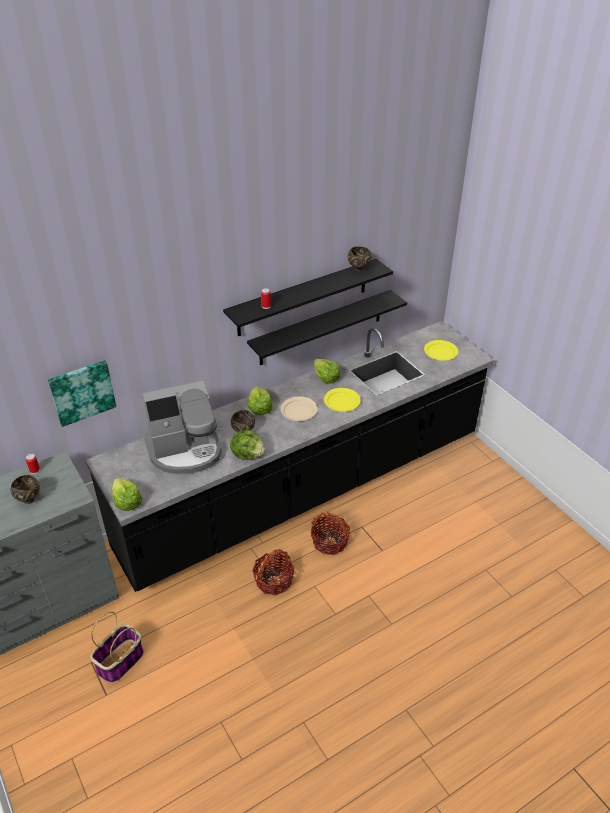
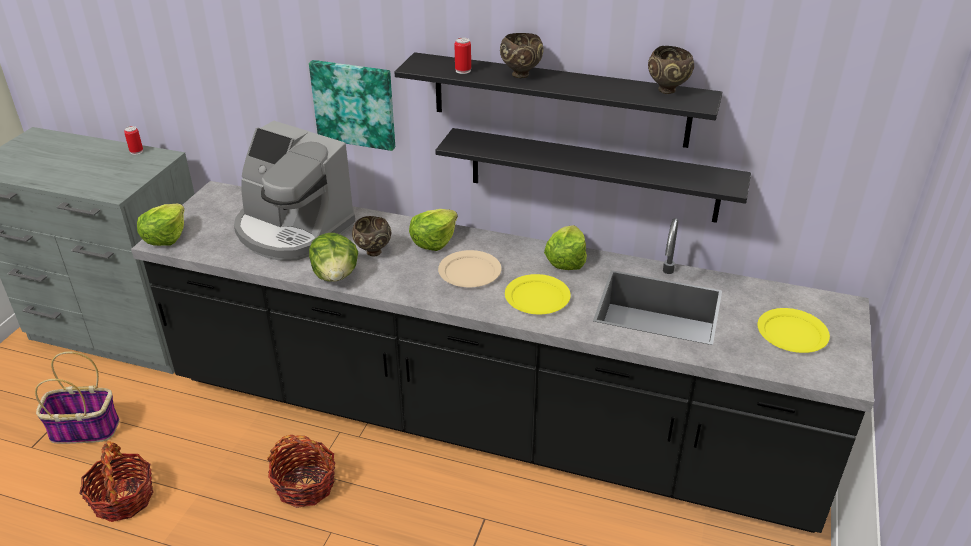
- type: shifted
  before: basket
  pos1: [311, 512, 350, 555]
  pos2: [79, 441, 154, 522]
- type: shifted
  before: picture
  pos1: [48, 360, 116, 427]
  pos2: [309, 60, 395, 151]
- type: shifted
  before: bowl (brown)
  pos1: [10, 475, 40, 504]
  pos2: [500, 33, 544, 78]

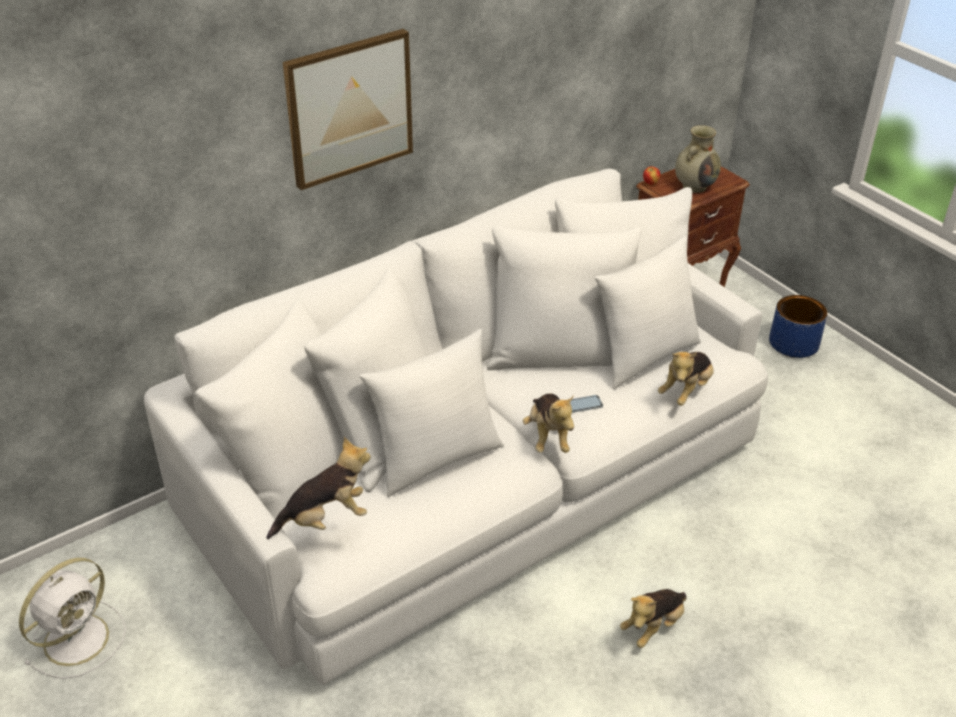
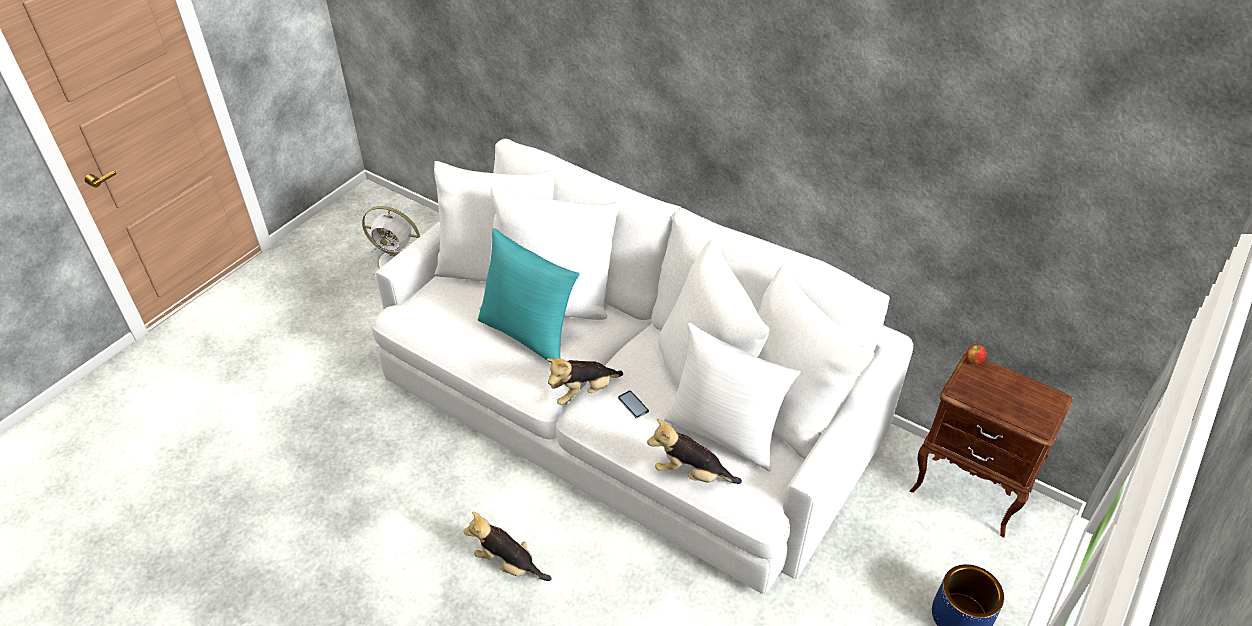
- type: repainted
  before: pillow (white)
  after: pillow (turquoise)
  pos1: [359, 329, 504, 497]
  pos2: [478, 228, 580, 362]
- type: gone
  before: plush toy
  pos1: [267, 437, 371, 539]
- type: gone
  before: picture
  pos1: [283, 29, 413, 190]
- type: gone
  before: vase (beige)
  pos1: [675, 125, 721, 193]

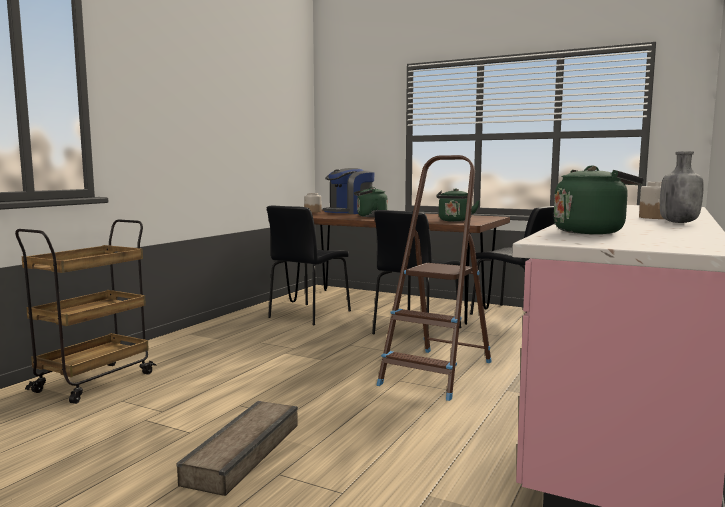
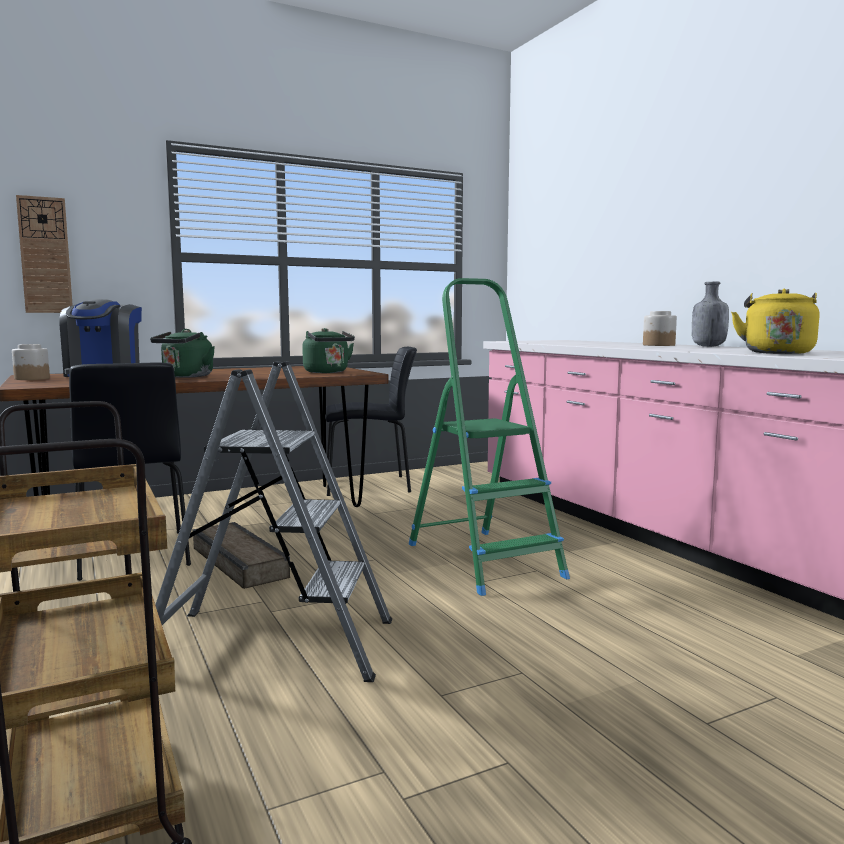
- type: new
  after: wall clock
  pos2: [16, 195, 73, 313]
- type: new
  after: step ladder (grey)
  pos2: [155, 361, 392, 682]
- type: shifted
  before: crate
  pos1: [176, 401, 298, 496]
  pos2: [193, 522, 290, 589]
- type: repainted
  before: step ladder (brown)
  after: step ladder (green)
  pos1: [377, 155, 492, 401]
  pos2: [409, 278, 570, 596]
- type: repainted
  before: kettle (green)
  after: kettle (yellow)
  pos1: [554, 165, 644, 234]
  pos2: [731, 289, 819, 354]
- type: gone
  before: chair (black)
  pos1: [372, 210, 461, 334]

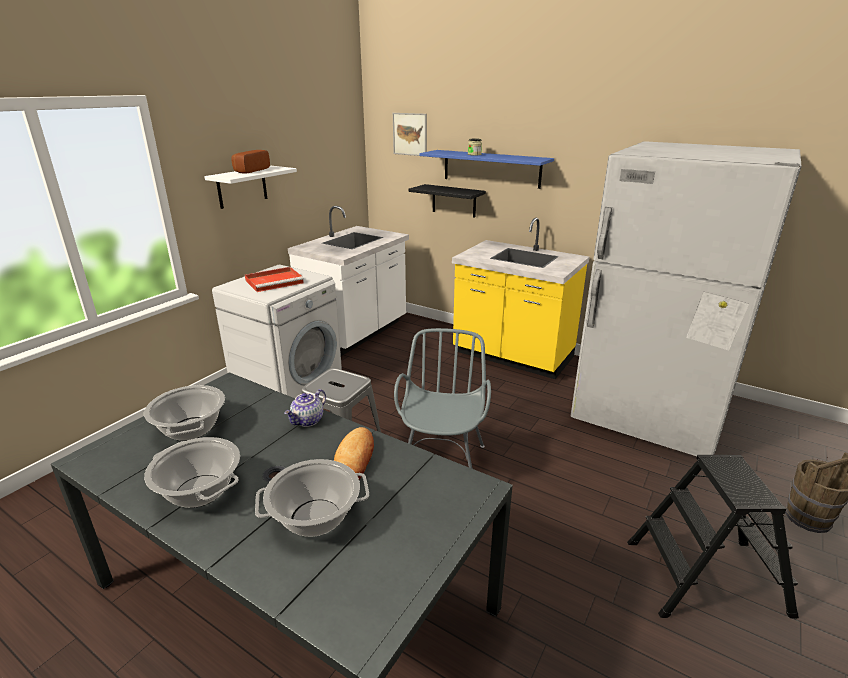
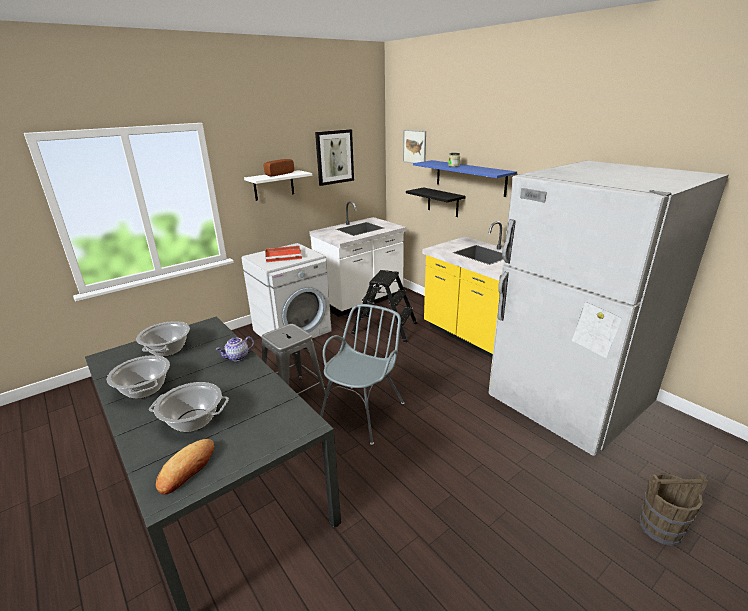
- type: shifted
  before: bread
  pos1: [334, 427, 374, 480]
  pos2: [156, 439, 214, 495]
- type: new
  after: picture
  pos2: [315, 129, 354, 186]
- type: shifted
  before: step ladder (black)
  pos1: [627, 455, 799, 619]
  pos2: [351, 270, 418, 343]

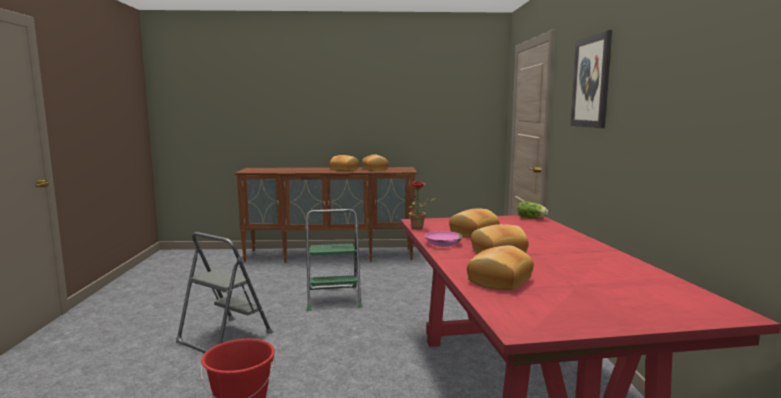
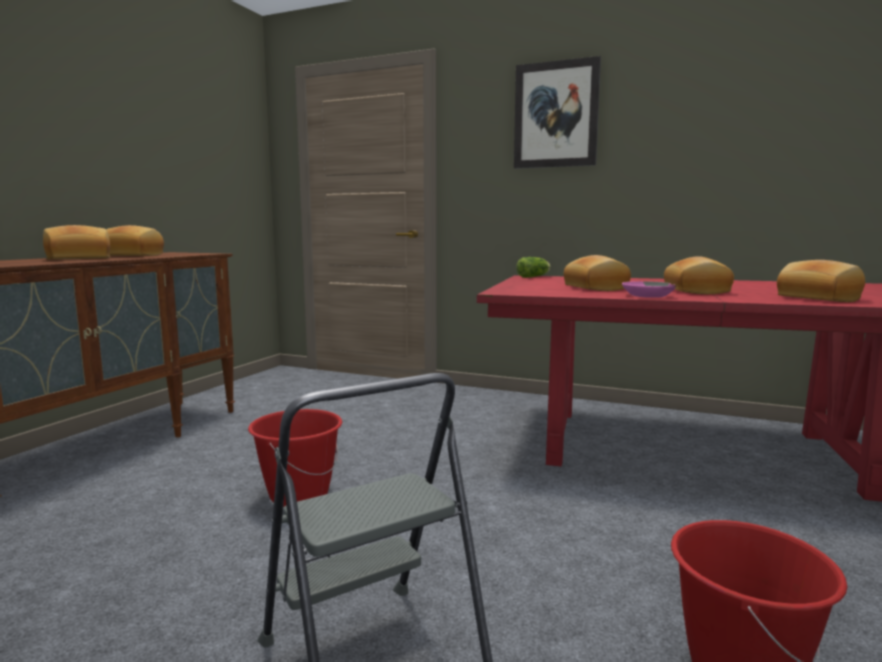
- type: swapped
  before: step ladder (green)
  after: bucket (red)
  pos1: [305, 209, 363, 311]
  pos2: [248, 409, 342, 507]
- type: gone
  before: potted plant
  pos1: [408, 181, 436, 229]

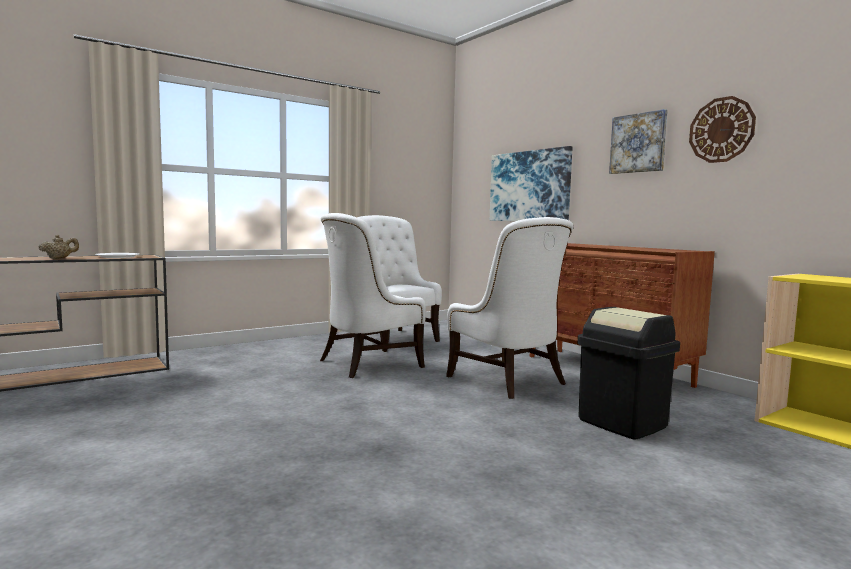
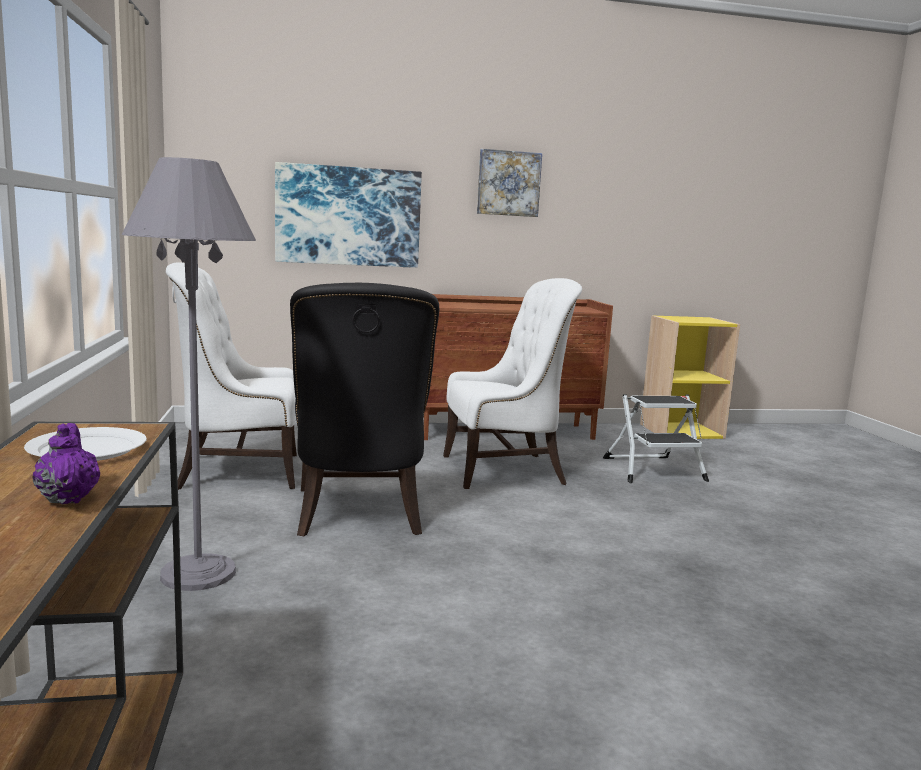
- type: repainted
  before: teapot (beige)
  after: teapot (purple)
  pos1: [38, 235, 79, 259]
  pos2: [32, 423, 100, 505]
- type: new
  after: floor lamp (grey)
  pos2: [122, 157, 256, 591]
- type: repainted
  before: chair (white)
  after: chair (black)
  pos1: [320, 213, 426, 378]
  pos2: [290, 283, 439, 536]
- type: swapped
  before: trash can (black)
  after: step ladder
  pos1: [577, 307, 680, 439]
  pos2: [603, 394, 709, 483]
- type: gone
  before: wall clock
  pos1: [689, 96, 756, 163]

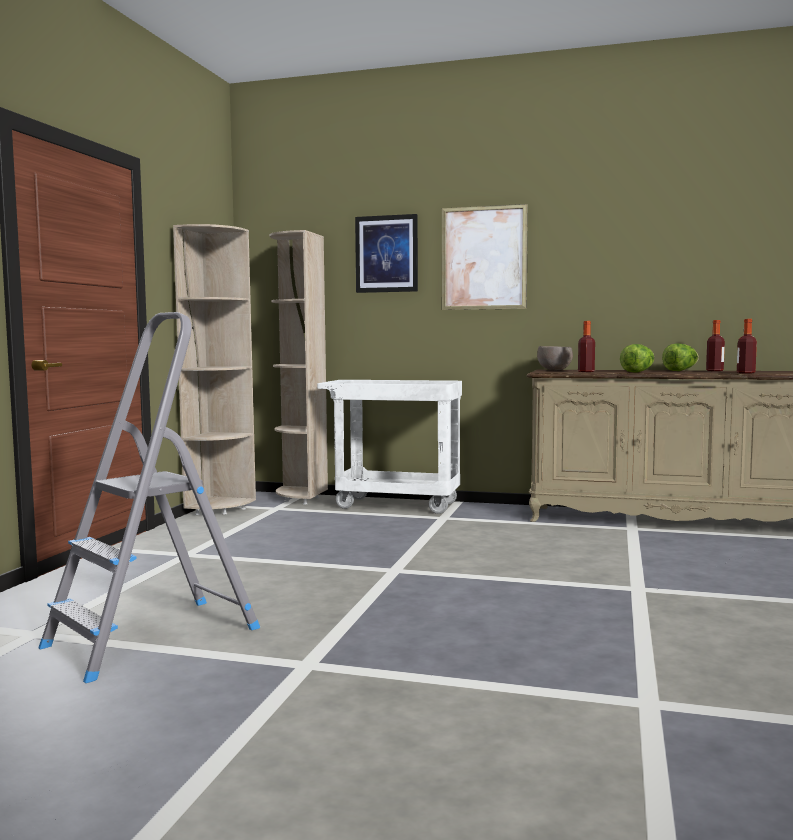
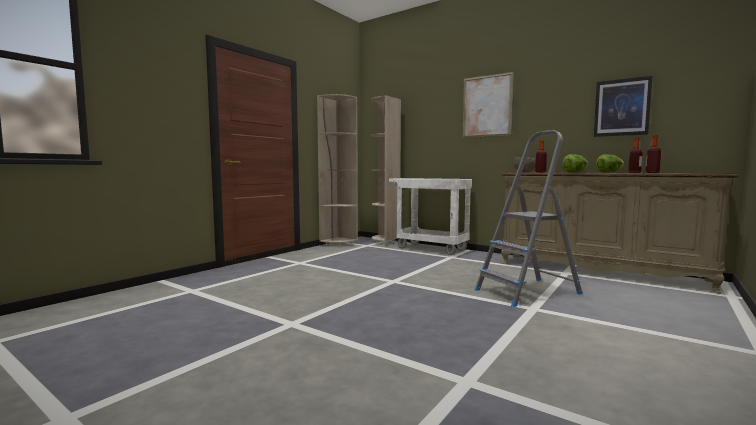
- type: shifted
  before: step ladder (grey)
  pos1: [39, 312, 260, 683]
  pos2: [474, 130, 583, 307]
- type: shifted
  before: picture
  pos1: [355, 214, 418, 293]
  pos2: [594, 76, 653, 137]

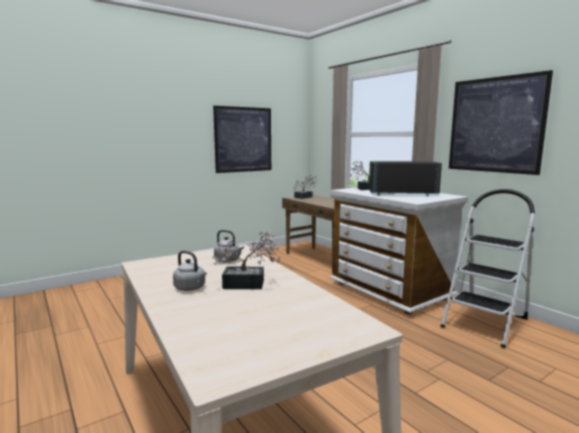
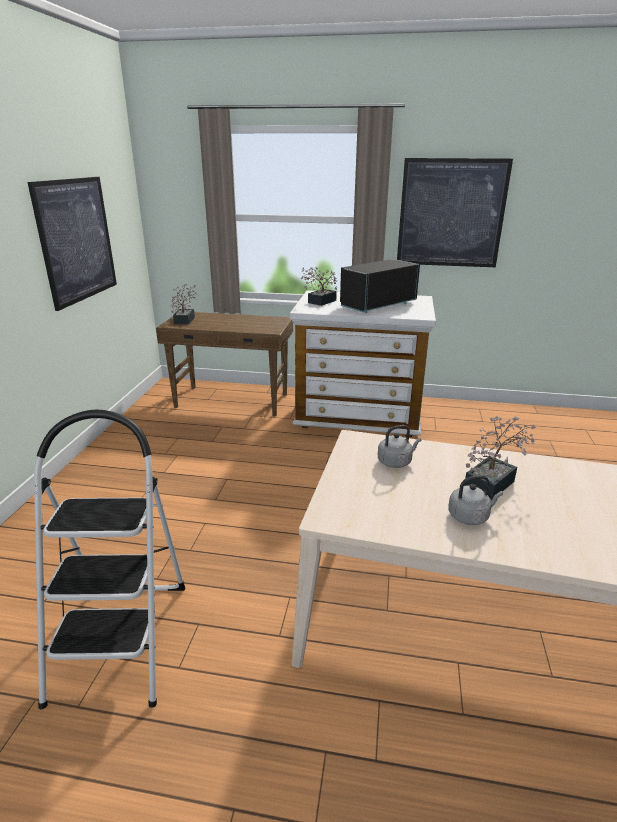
- type: shifted
  before: step ladder
  pos1: [440, 189, 535, 348]
  pos2: [34, 410, 185, 709]

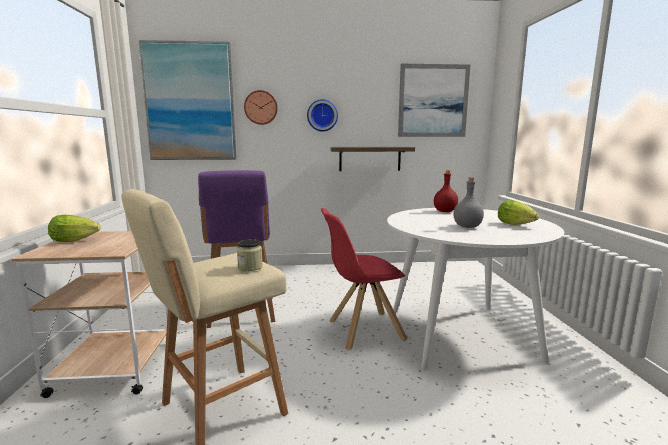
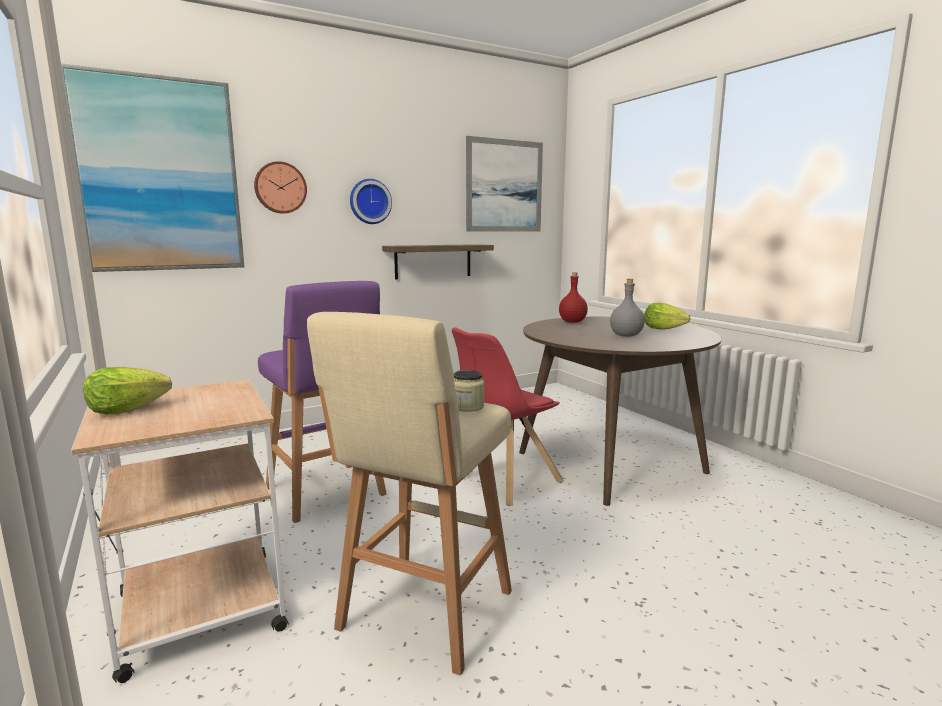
- type: repainted
  before: dining table (white)
  after: dining table (brown)
  pos1: [387, 208, 564, 369]
  pos2: [519, 317, 722, 506]

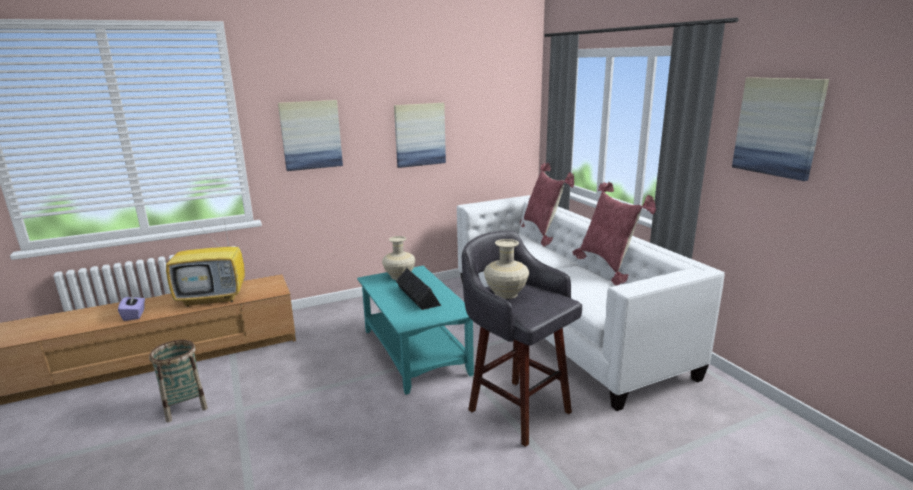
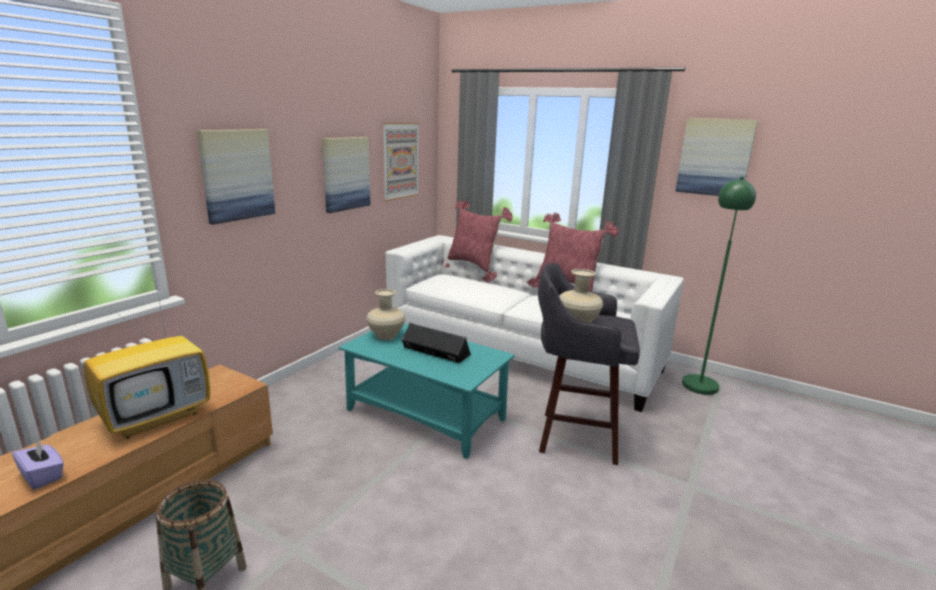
- type: new
  after: picture
  pos2: [382, 122, 420, 201]
- type: new
  after: floor lamp (green)
  pos2: [682, 176, 756, 395]

